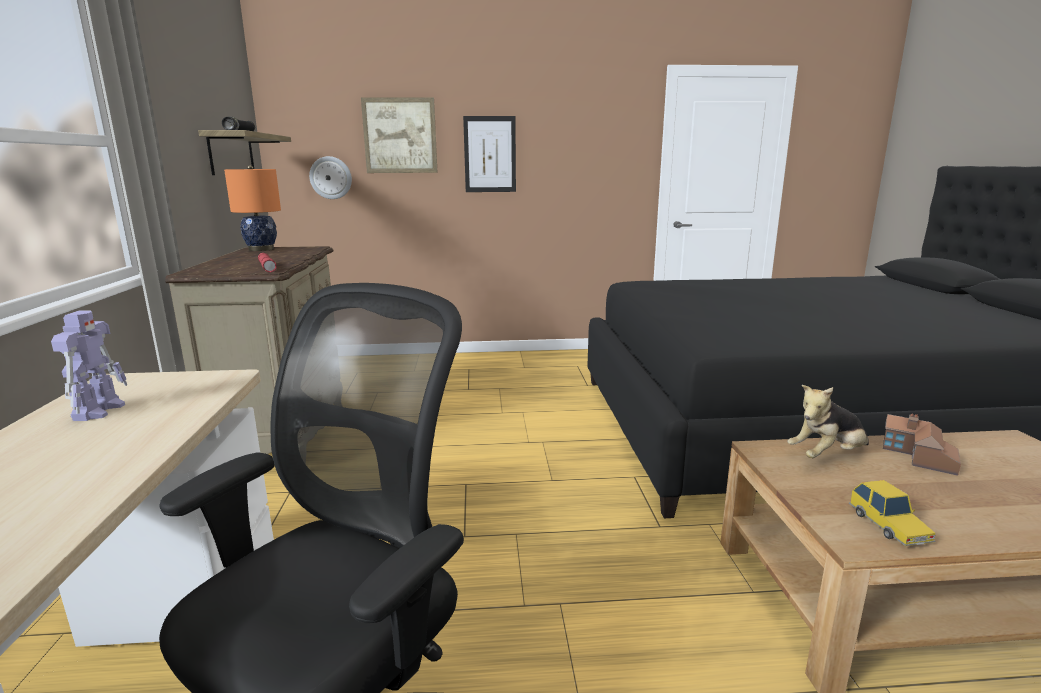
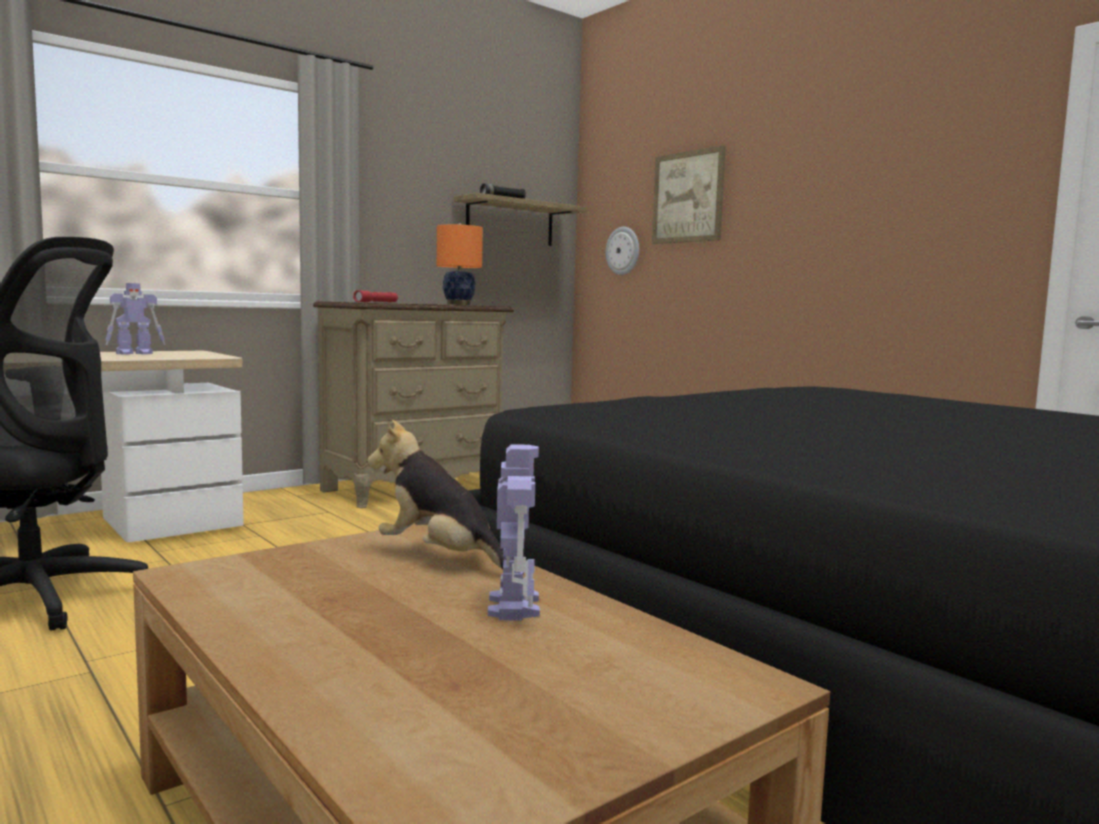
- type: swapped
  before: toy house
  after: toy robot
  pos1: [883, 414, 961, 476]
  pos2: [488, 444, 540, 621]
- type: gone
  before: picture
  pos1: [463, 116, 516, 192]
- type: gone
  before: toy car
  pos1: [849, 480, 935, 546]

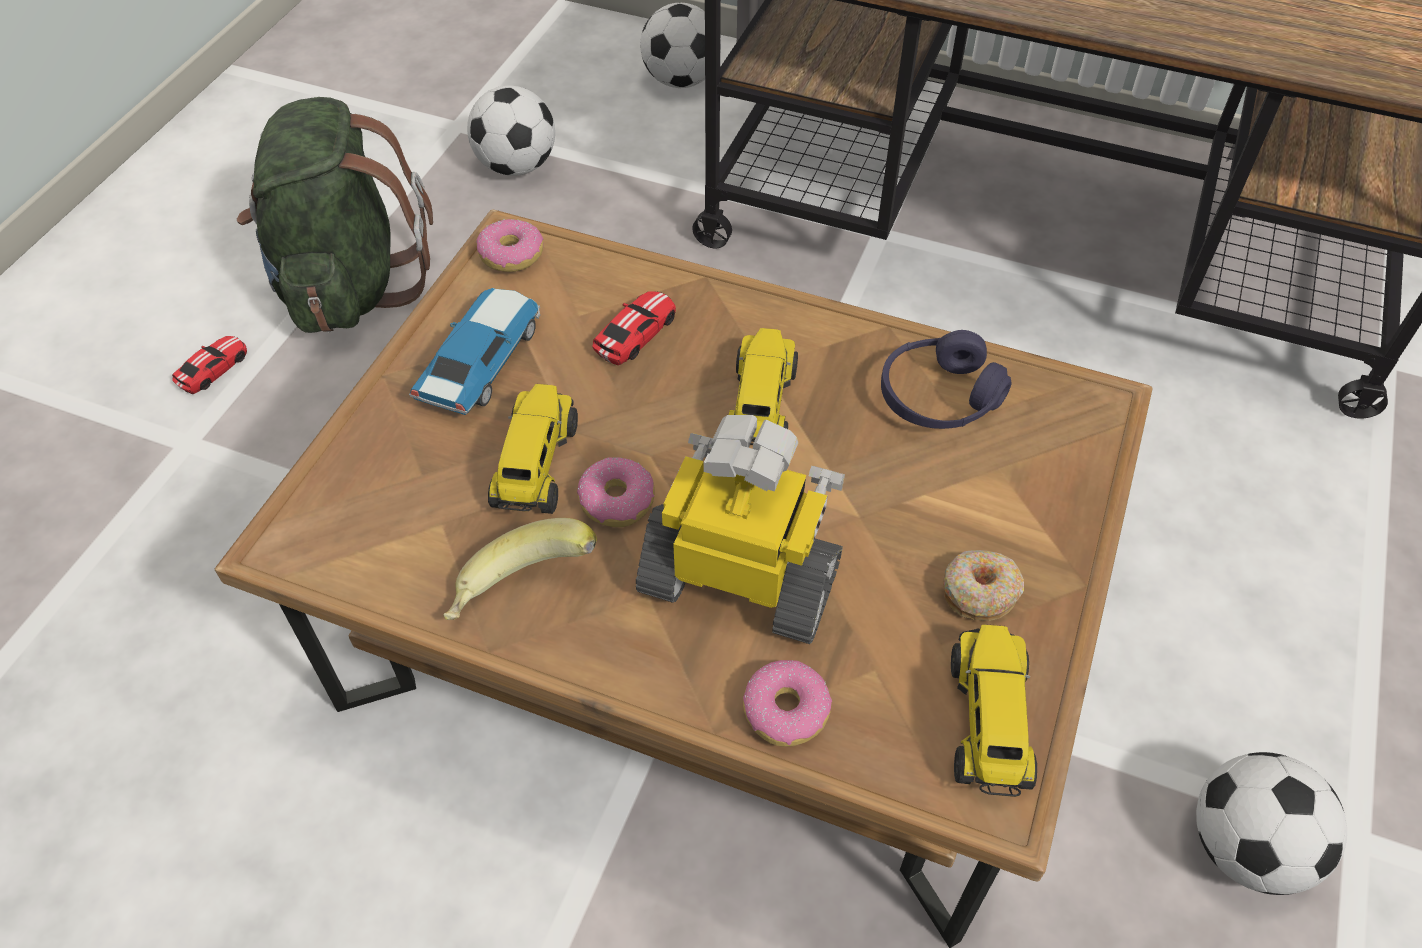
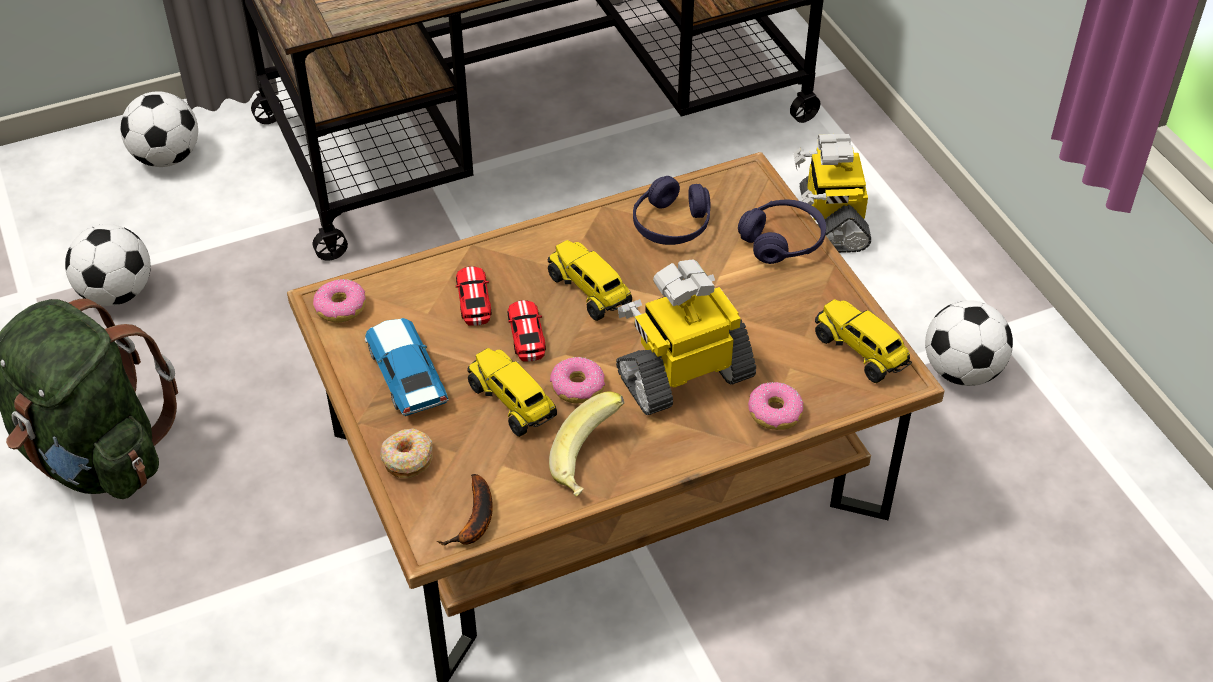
- type: shifted
  before: donut
  pos1: [943, 550, 1024, 621]
  pos2: [380, 428, 433, 478]
- type: new
  after: banana
  pos2: [437, 474, 493, 546]
- type: shifted
  before: toy car
  pos1: [172, 336, 247, 394]
  pos2: [508, 300, 546, 361]
- type: new
  after: headphones (purple)
  pos2: [738, 200, 826, 264]
- type: new
  after: toy robot
  pos2: [793, 134, 871, 253]

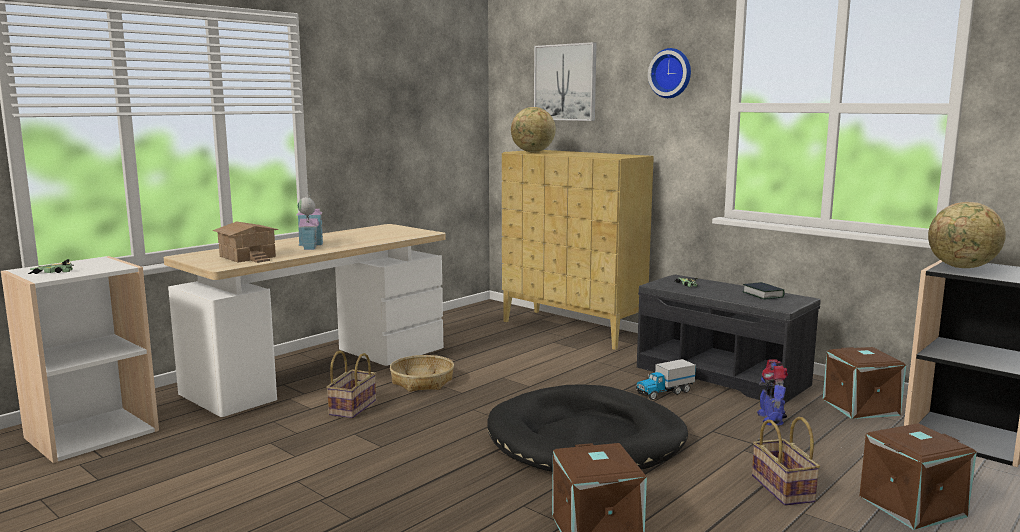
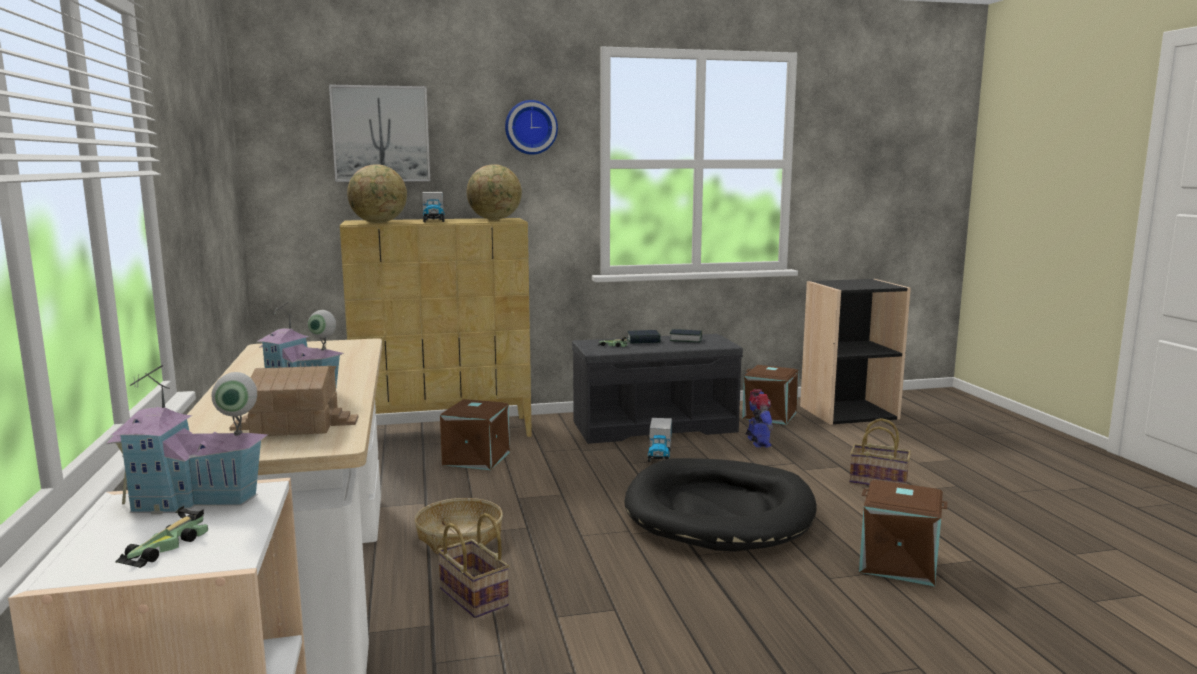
- type: new
  after: toy house
  pos2: [106, 365, 268, 514]
- type: new
  after: toy truck
  pos2: [422, 192, 445, 222]
- type: shifted
  before: storage box (brown)
  pos1: [860, 423, 977, 530]
  pos2: [440, 399, 510, 470]
- type: shifted
  before: globe
  pos1: [928, 202, 1006, 268]
  pos2: [467, 164, 522, 220]
- type: new
  after: book
  pos2: [627, 330, 661, 344]
- type: rotated
  before: toy robot
  pos1: [757, 359, 788, 426]
  pos2: [745, 389, 773, 448]
  turn: -135

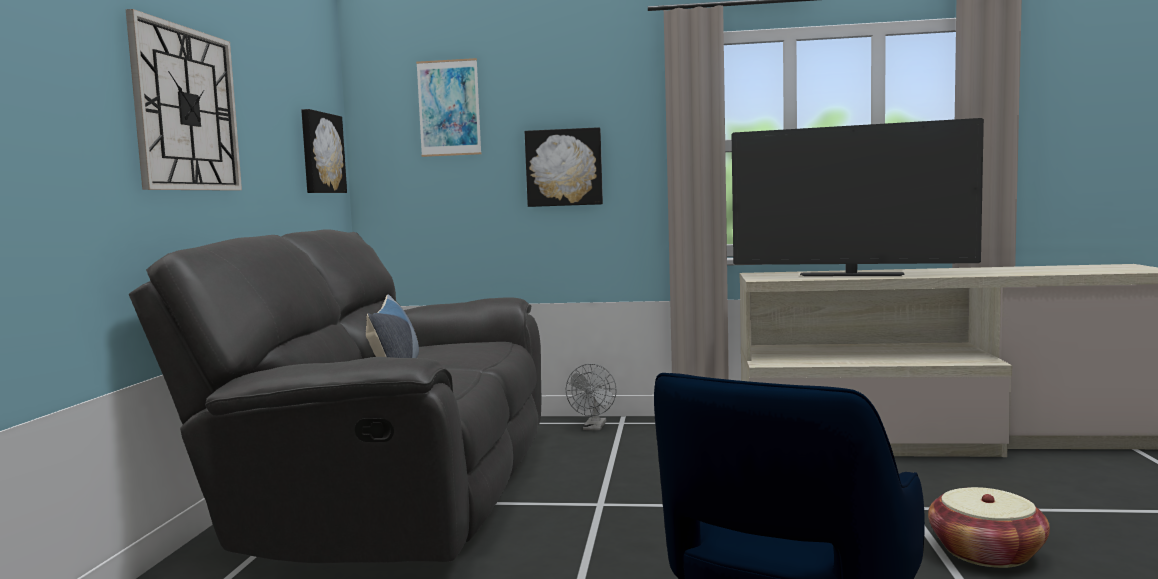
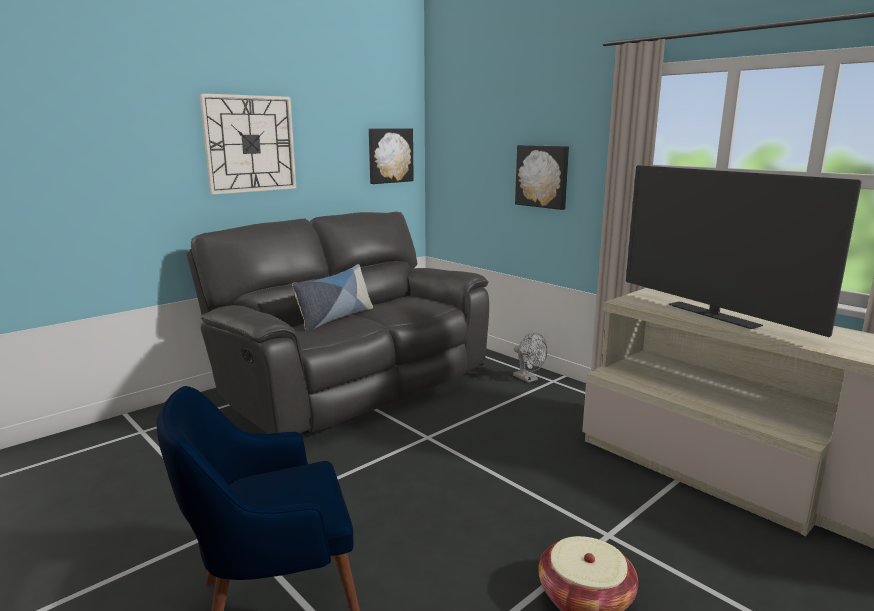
- type: rotated
  before: fan (grey)
  pos1: [566, 364, 617, 431]
  pos2: [513, 332, 547, 383]
  turn: -90
- type: gone
  before: picture
  pos1: [416, 58, 482, 157]

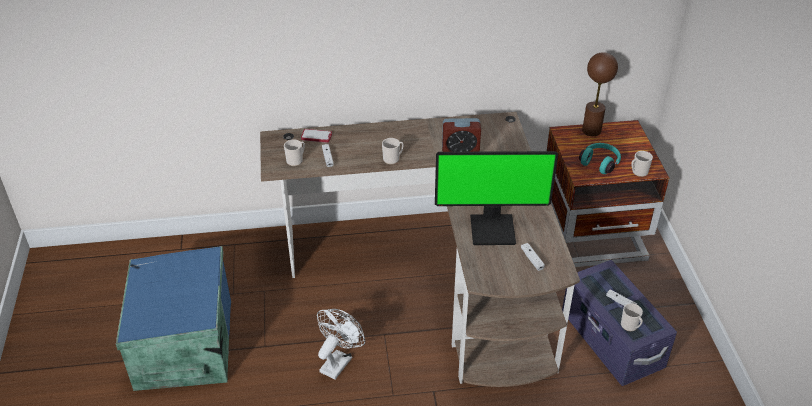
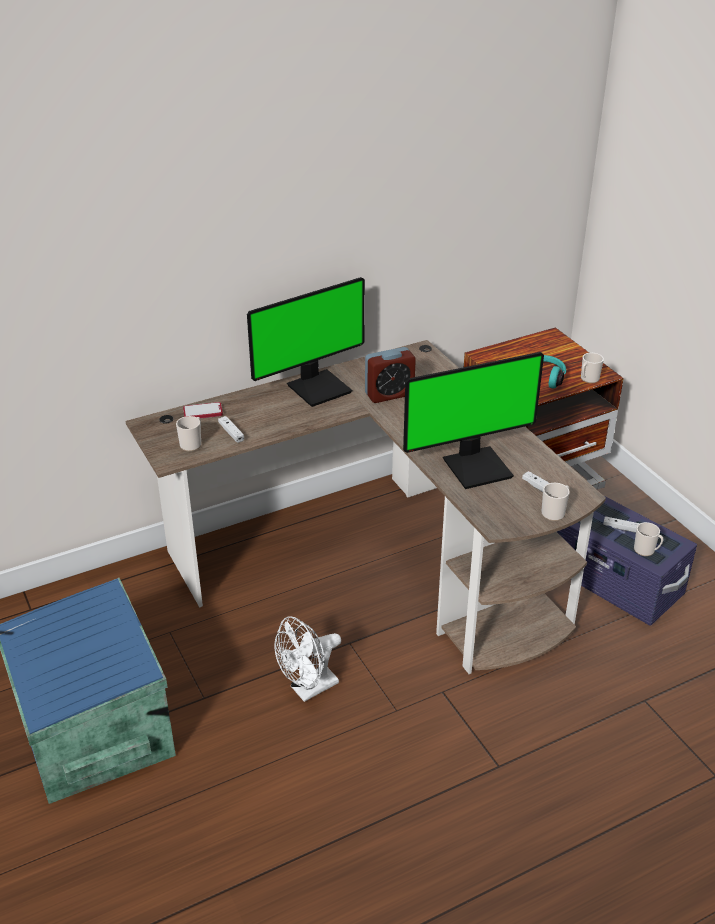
- type: new
  after: monitor
  pos2: [247, 277, 365, 407]
- type: rotated
  before: fan (white)
  pos1: [317, 309, 365, 379]
  pos2: [275, 616, 341, 702]
  turn: -135
- type: shifted
  before: mug
  pos1: [382, 138, 404, 164]
  pos2: [541, 483, 570, 521]
- type: gone
  before: table lamp (brown)
  pos1: [582, 52, 618, 136]

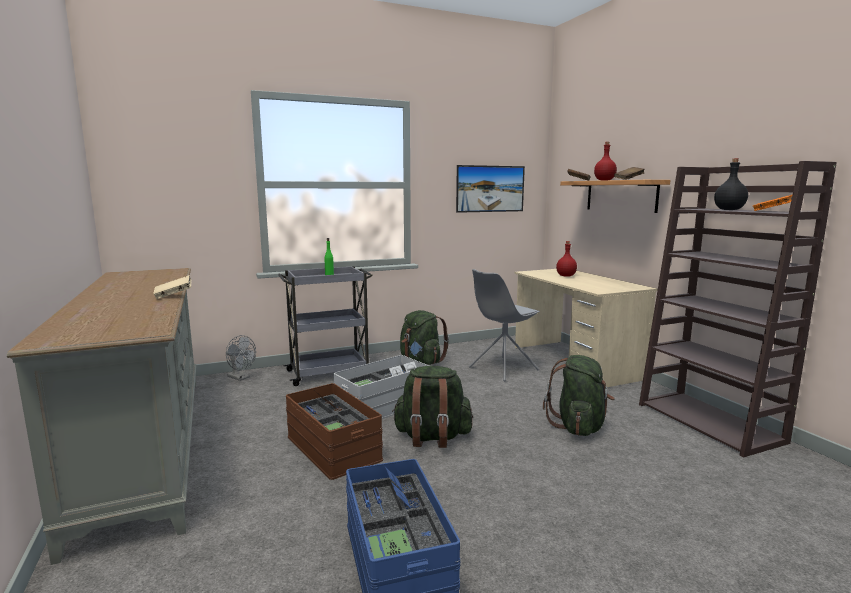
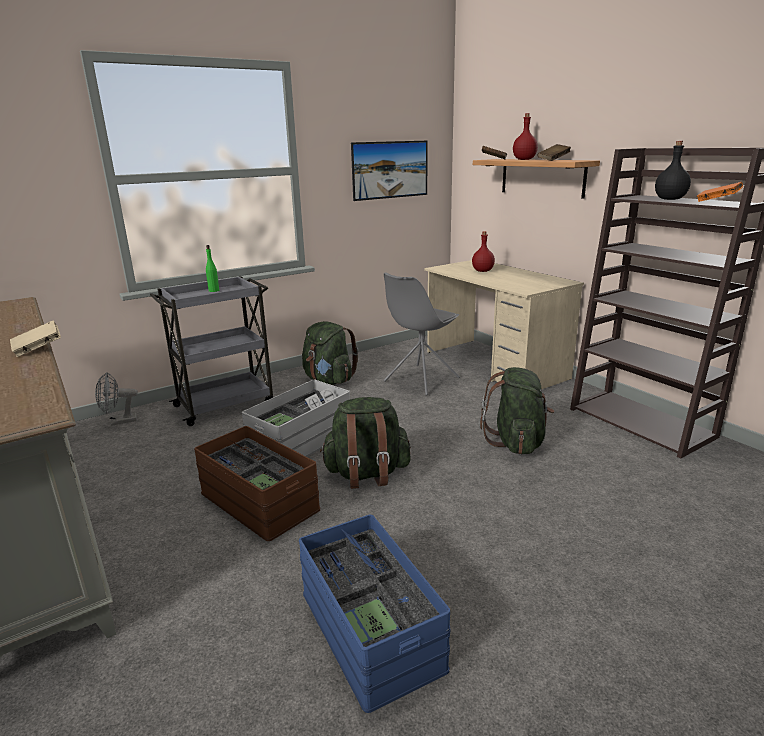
- type: rotated
  before: fan (grey)
  pos1: [226, 335, 256, 381]
  pos2: [95, 372, 138, 426]
  turn: 135

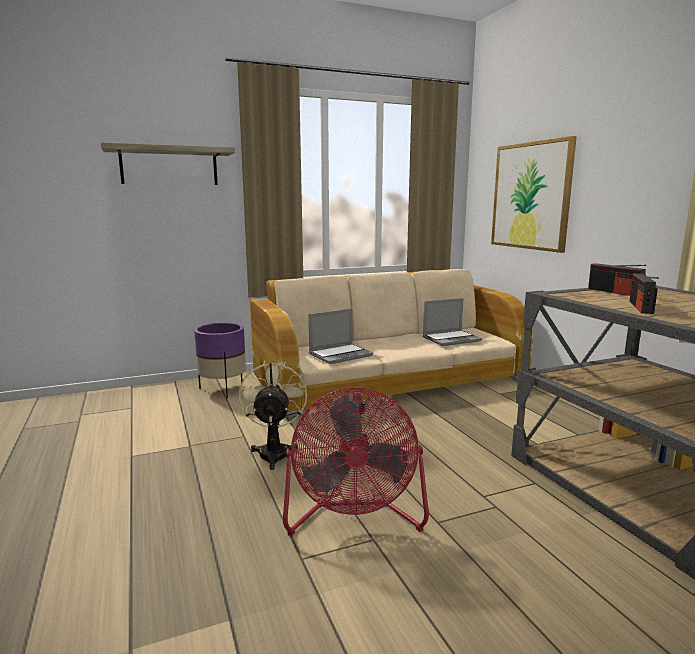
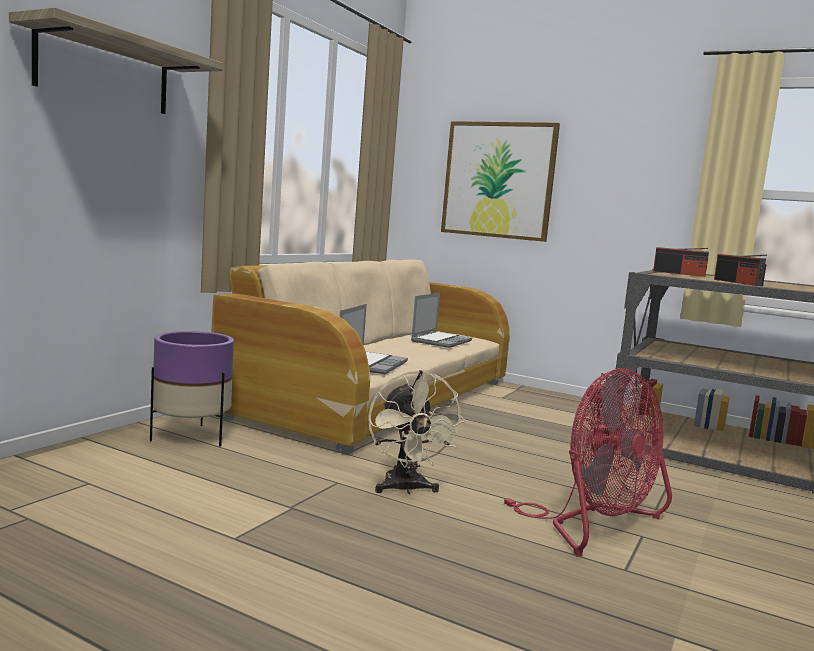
- type: rotated
  before: fan (beige)
  pos1: [239, 361, 307, 470]
  pos2: [368, 370, 466, 494]
  turn: -150

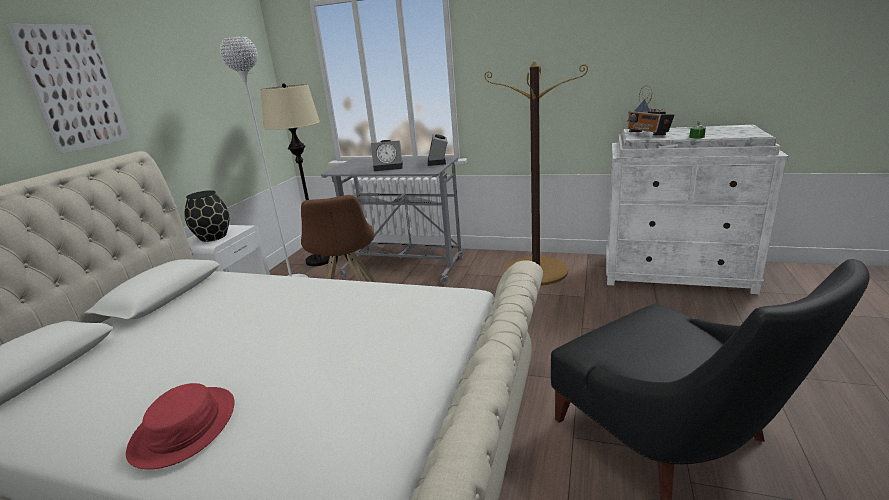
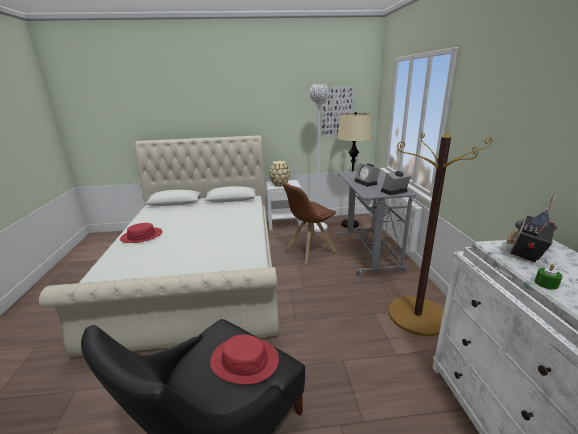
- type: new
  after: hat (red)
  pos2: [210, 335, 279, 384]
- type: repainted
  before: vase (black)
  after: vase (beige)
  pos1: [184, 190, 229, 242]
  pos2: [270, 161, 290, 187]
- type: shifted
  before: picture
  pos1: [6, 24, 130, 154]
  pos2: [321, 86, 354, 137]

